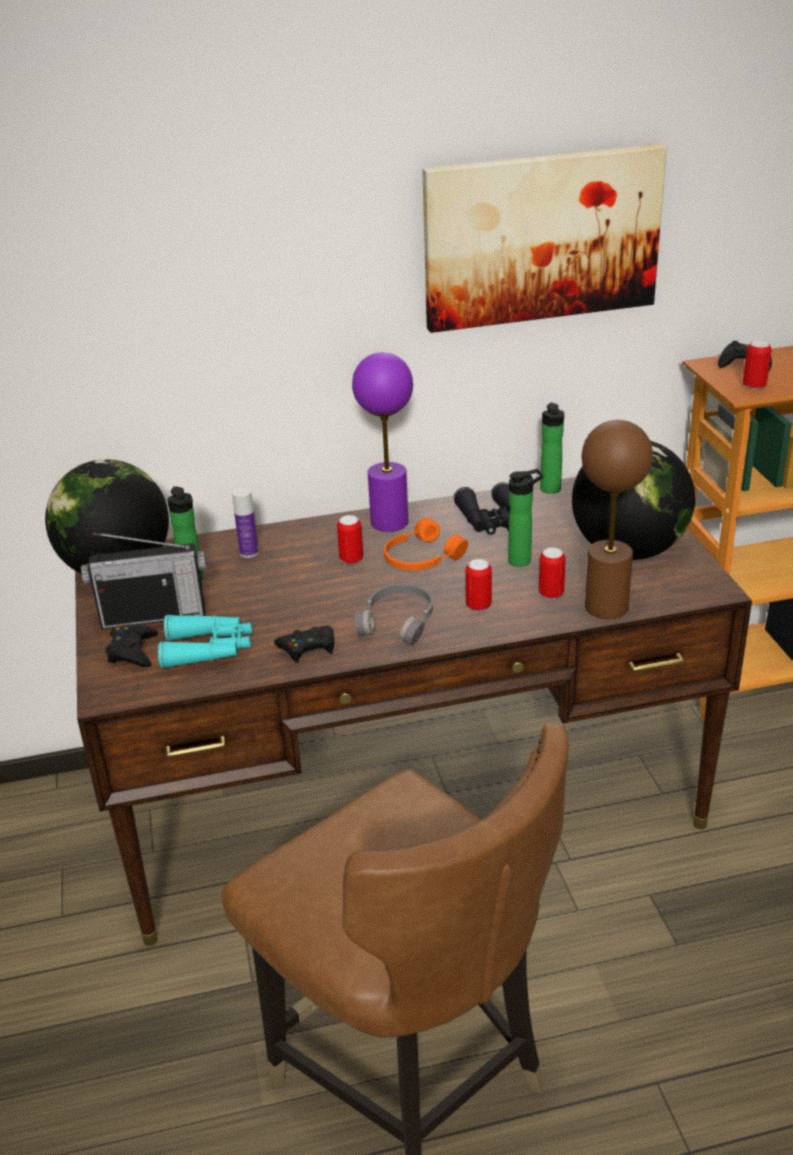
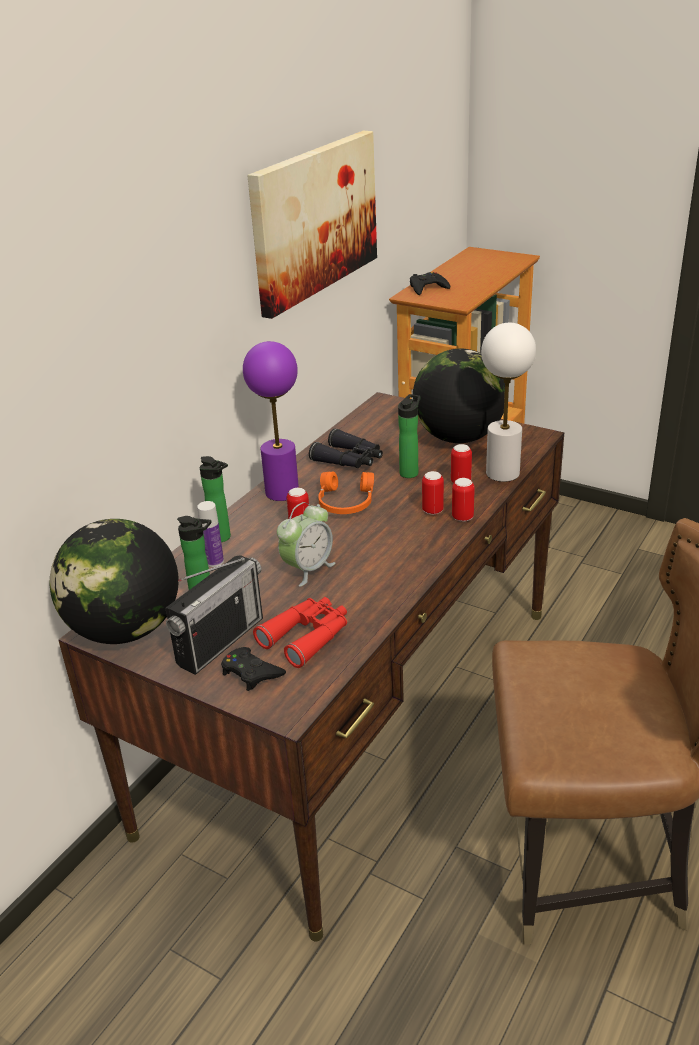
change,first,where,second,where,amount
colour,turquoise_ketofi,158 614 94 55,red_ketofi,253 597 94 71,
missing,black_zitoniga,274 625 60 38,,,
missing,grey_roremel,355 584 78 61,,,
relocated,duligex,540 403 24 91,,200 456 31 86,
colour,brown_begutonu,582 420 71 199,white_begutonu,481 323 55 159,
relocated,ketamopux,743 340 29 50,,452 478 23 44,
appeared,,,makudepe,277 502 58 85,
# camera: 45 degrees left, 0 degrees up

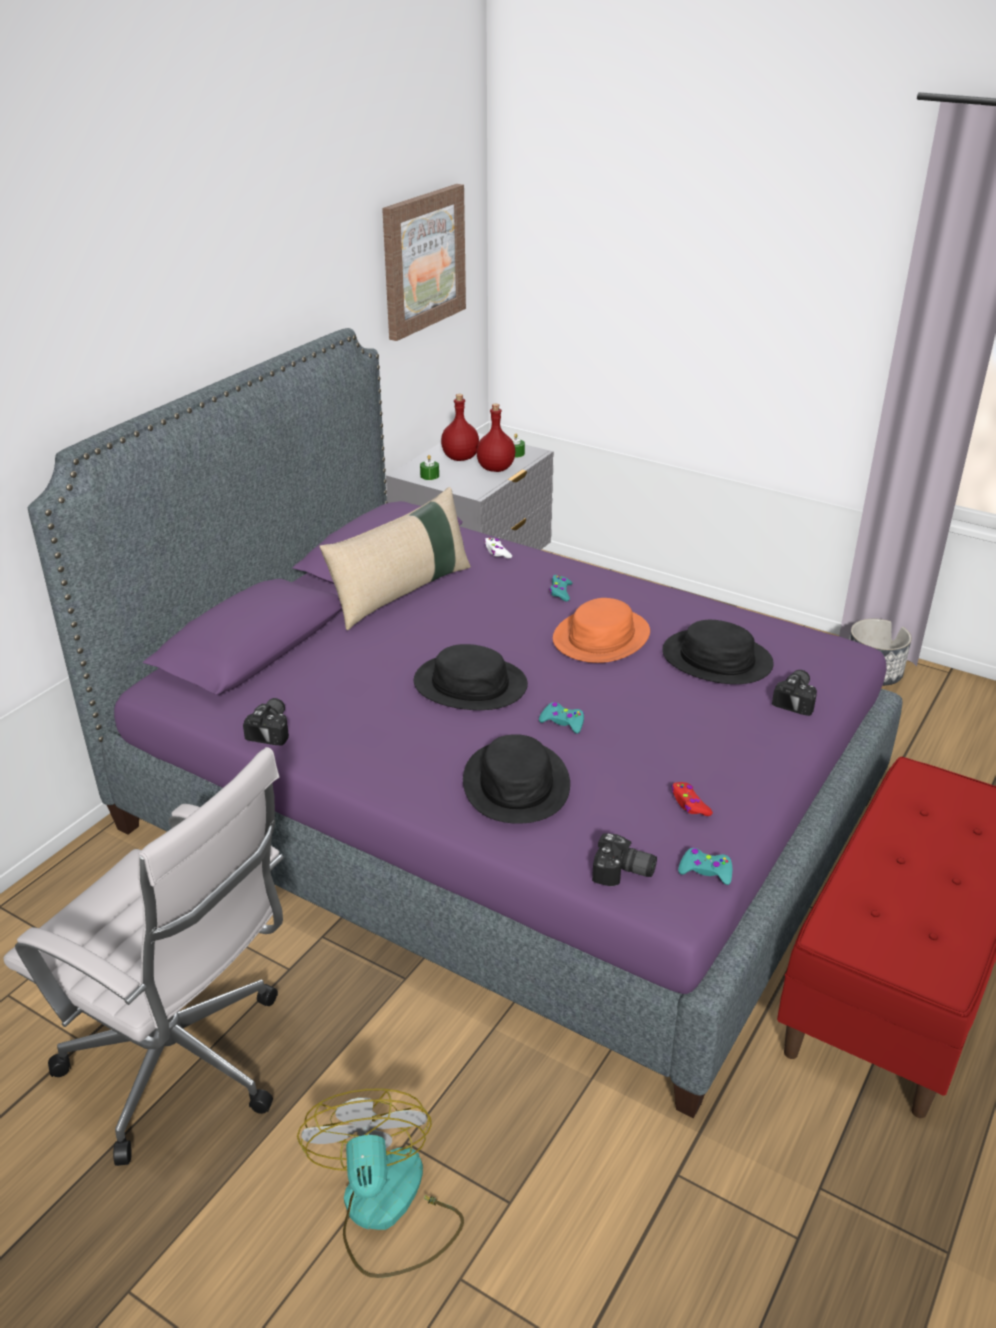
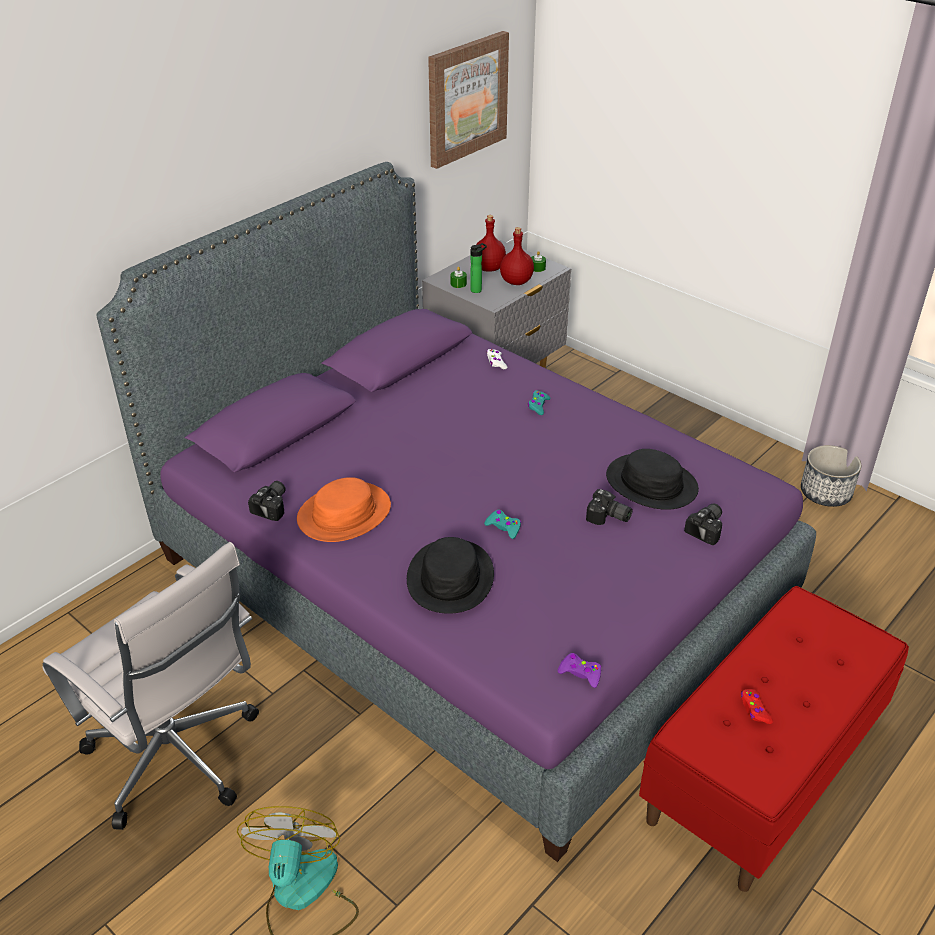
change,first,where,second,where,amount
missing,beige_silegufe,319 487 152 143,,,
missing,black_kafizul,414 644 114 66,,,
relocated,orange_kafizul,553 598 97 65,,297 477 94 65,
relocated,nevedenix,592 833 65 53,,586 489 47 36,
relocated,red_zitoniga,671 782 42 34,,741 689 32 35,
colour,turquoise_zitoniga,678 848 54 37,purple_zitoniga,558 653 43 35,
appeared,,,duligex,470 243 17 50,
# camera: 10 degrees right, 5 degrees up

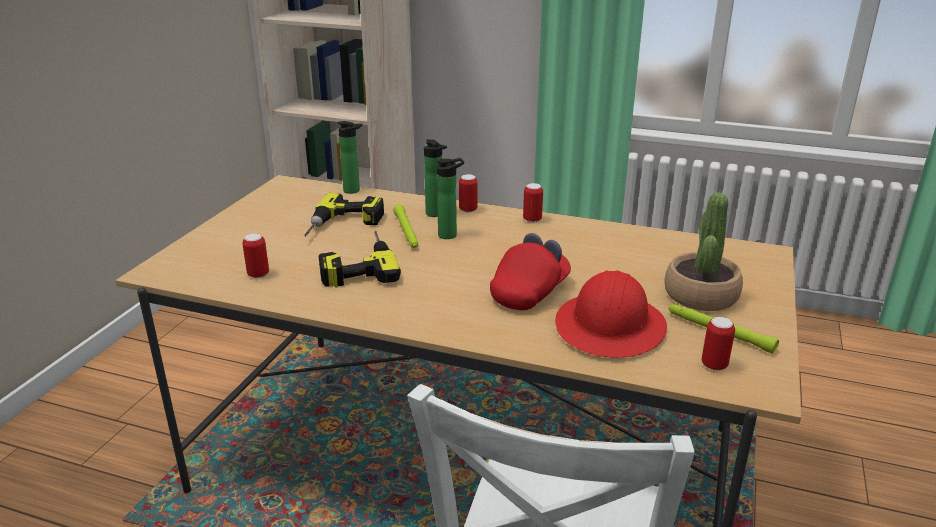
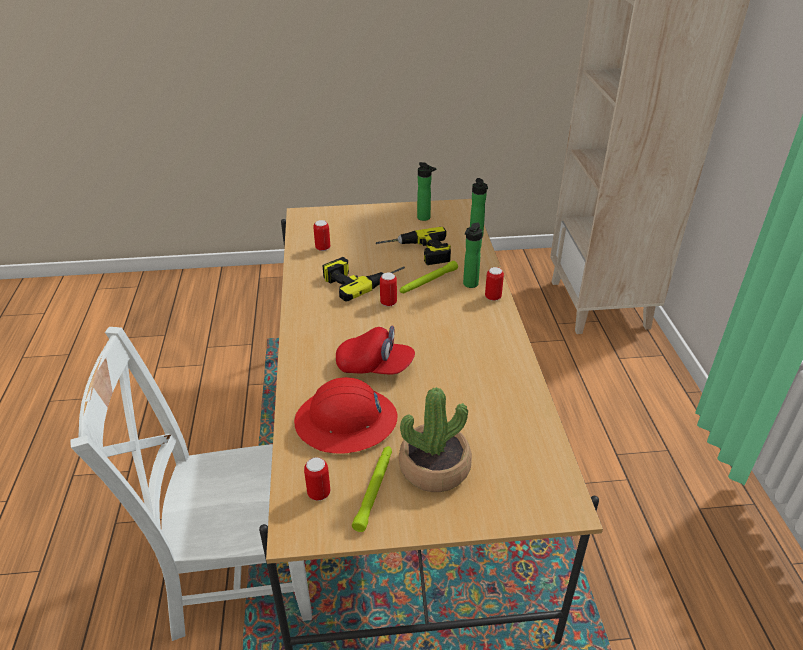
change,first,where,second,where,amount
relocated,duligex,436 158 28 81,,417 162 19 59,
relocated,ketamopux,523 183 20 40,,380 273 17 34,
# camera: 65 degrees right, 10 degrees up

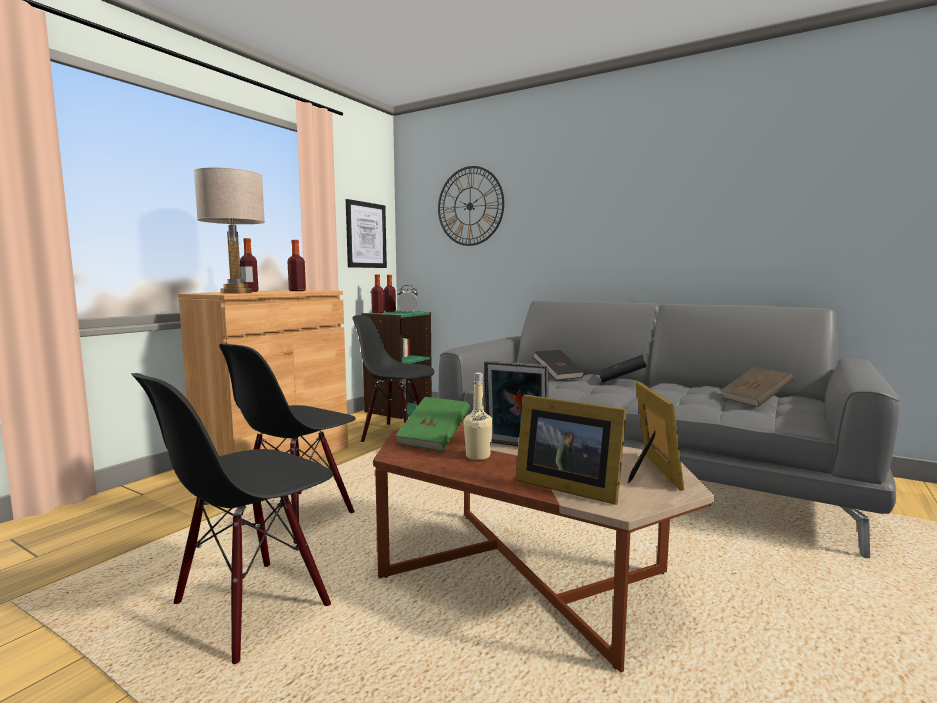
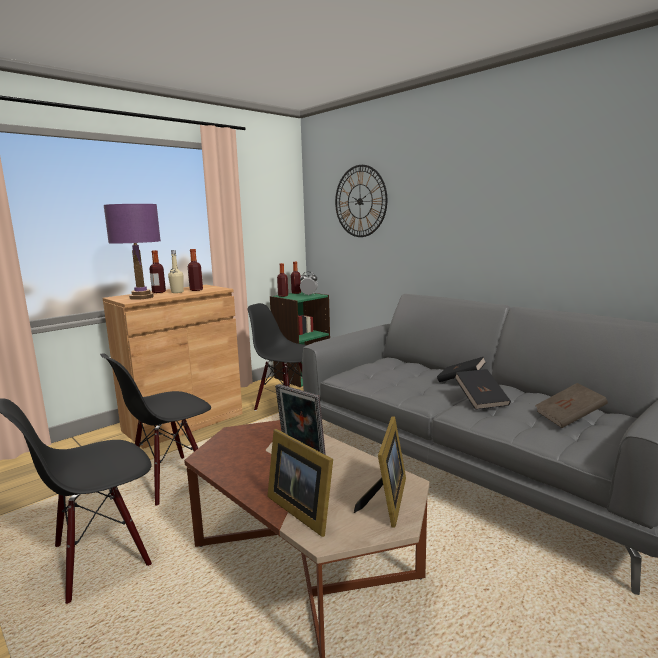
change,first,where,second,where,amount
colour,beige_begutonu,194 167 71 126,purple_begutonu,103 204 58 96,
missing,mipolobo,346 199 41 69,,,
missing,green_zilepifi,395 397 75 54,,,
relocated,beige_duligex,463 372 30 88,,168 250 16 43,
relocated,black_zilepifi,533 350 51 30,,454 369 57 41,
# camera: 15 degrees right, 5 degrees up

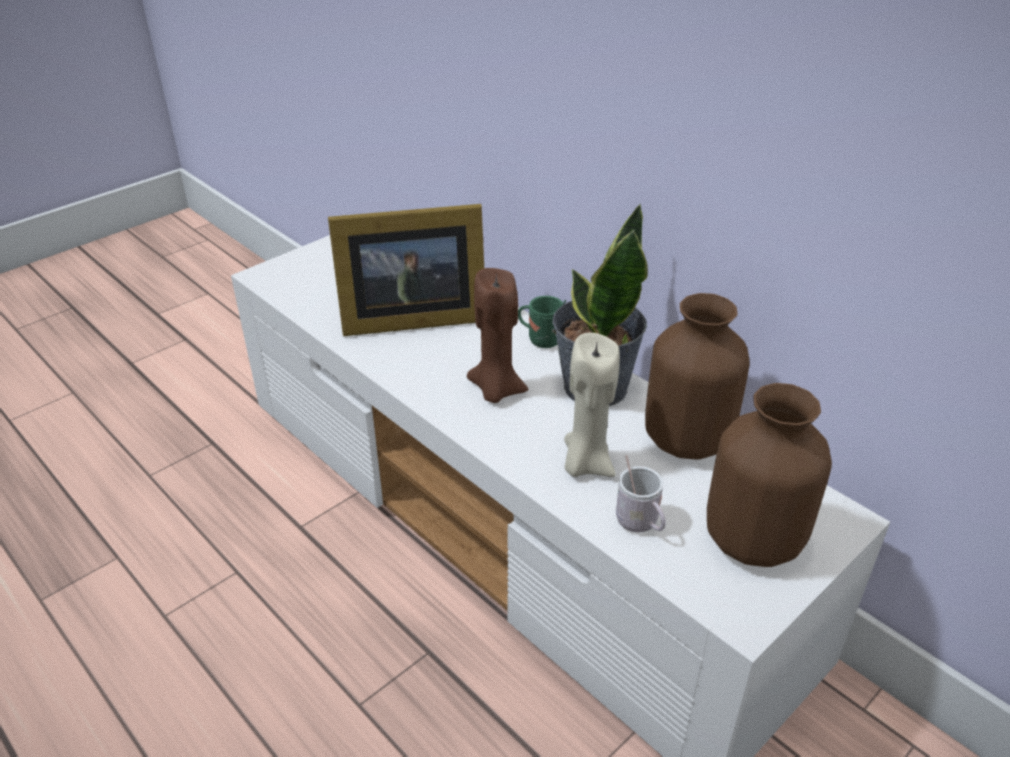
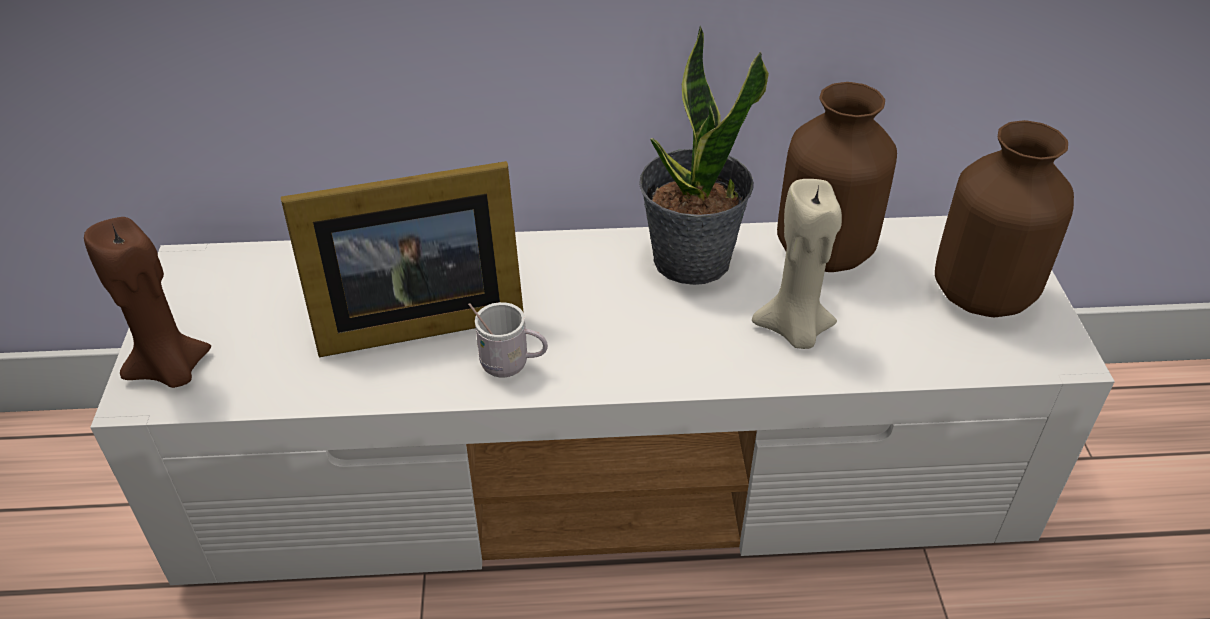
change,first,where,second,where,amount
spun,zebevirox,328 204 156 132,,281 161 243 196,45 degrees clockwise
relocated,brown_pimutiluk,467 268 61 135,,84 217 127 171,
missing,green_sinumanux,518 296 48 52,,,
relocated,white_sinumanux,616 455 50 78,,468 302 80 75,
# camera: 50 degrees left, 5 degrees up

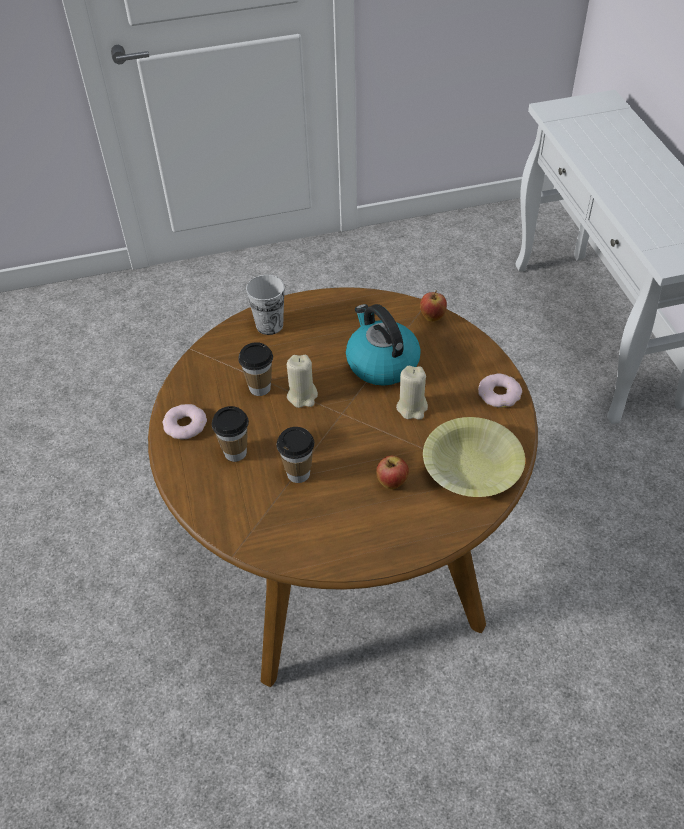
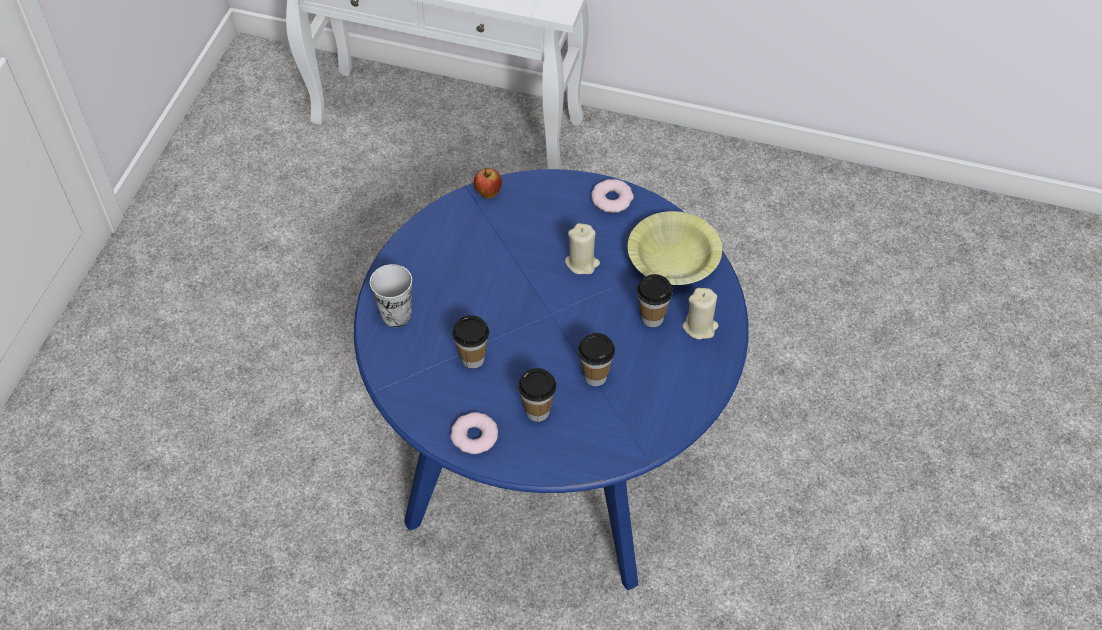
change,first,where,second,where,amount
colour,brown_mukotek,148 288 390 399,blue_mukotek,354 169 395 421,
relocated,beige_pimutiluk,287 355 31 53,,682 288 37 51,
missing,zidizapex,346 304 75 82,,,
exchanged,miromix,376 455 33 34,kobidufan,637 274 36 53,
# camera: 60 degrees left, 5 degrees up

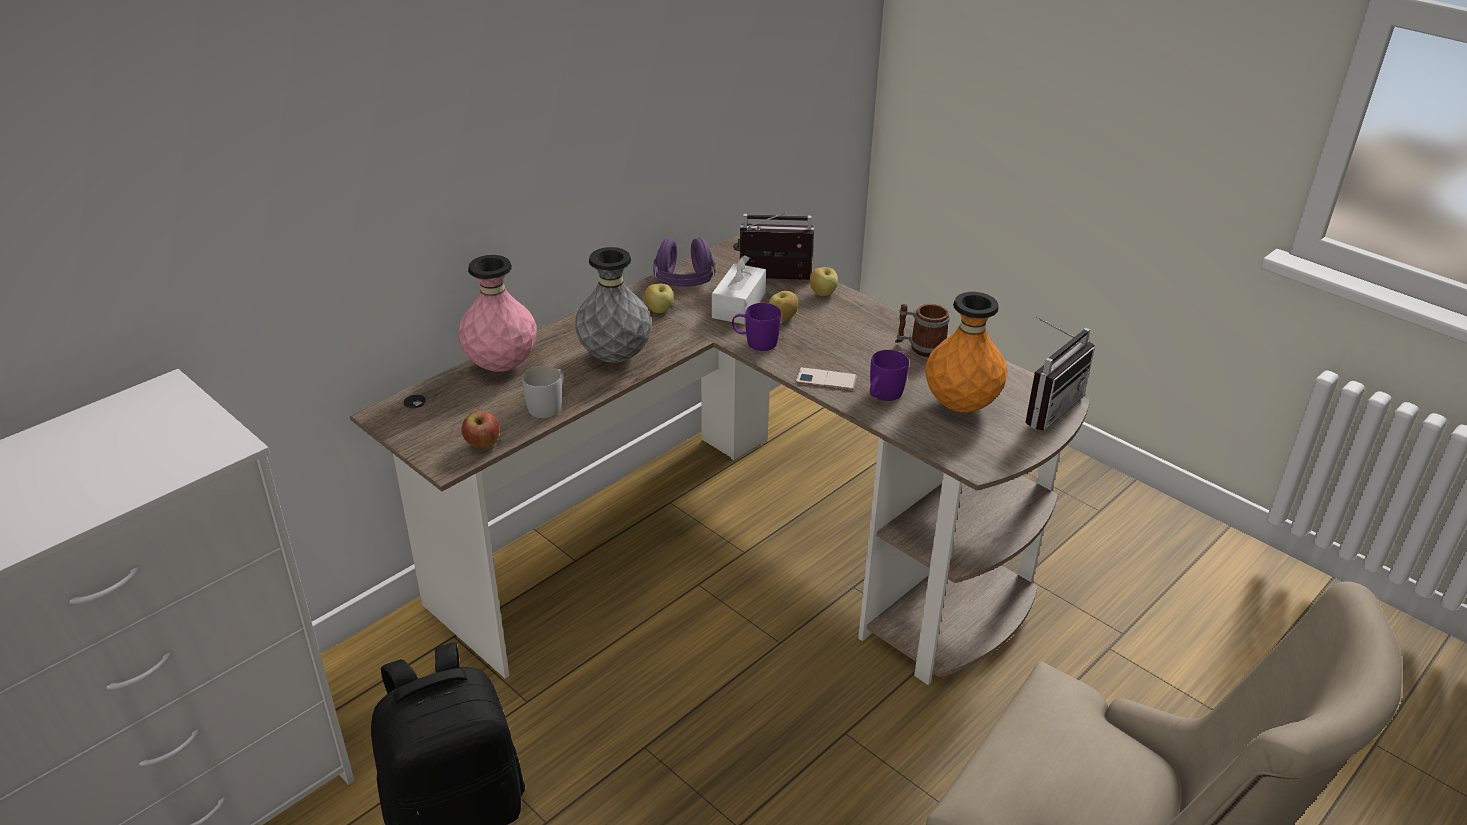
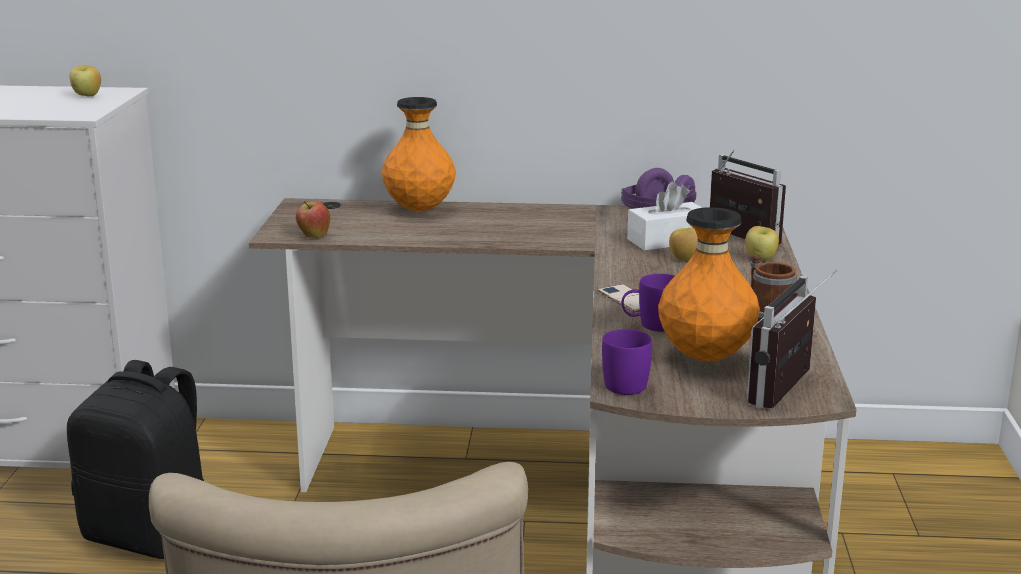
change,first,where,second,where,amount
colour,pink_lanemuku,458 255 79 117,orange_lanemuku,382 97 74 114,
missing,white_sinumanux,522 366 42 52,,,
missing,grey_lanemuku,575 247 77 116,,,
relocated,miromix,645 283 29 30,,69 65 32 32,
relocated,purple_sinumanux,732 303 49 48,,602 329 50 66,
spun,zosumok,1025 317 70 114,,747 269 91 139,120 degrees clockwise
# camera: 50 degrees right, 15 degrees down

